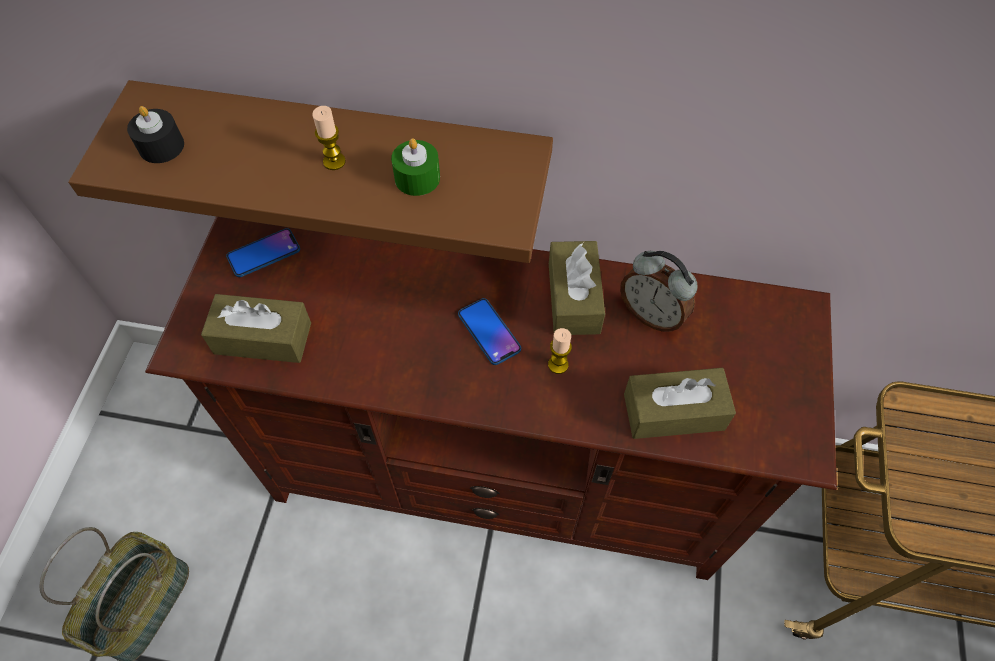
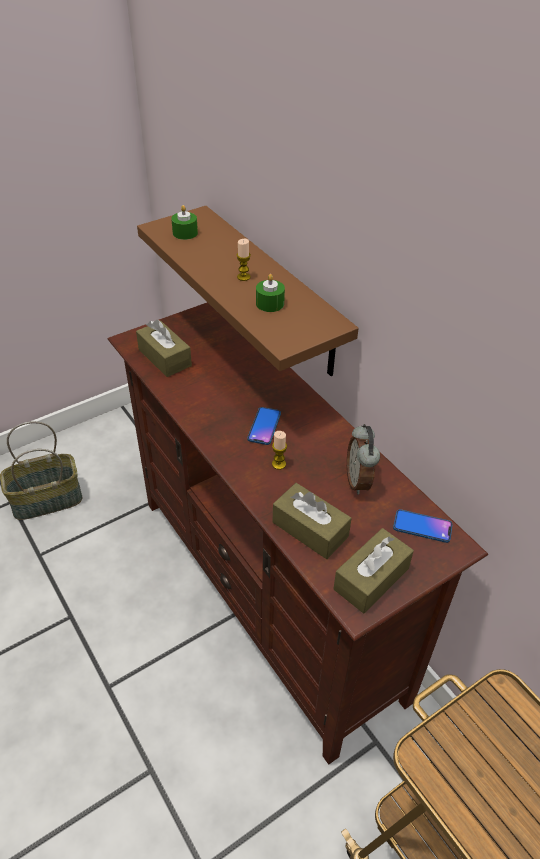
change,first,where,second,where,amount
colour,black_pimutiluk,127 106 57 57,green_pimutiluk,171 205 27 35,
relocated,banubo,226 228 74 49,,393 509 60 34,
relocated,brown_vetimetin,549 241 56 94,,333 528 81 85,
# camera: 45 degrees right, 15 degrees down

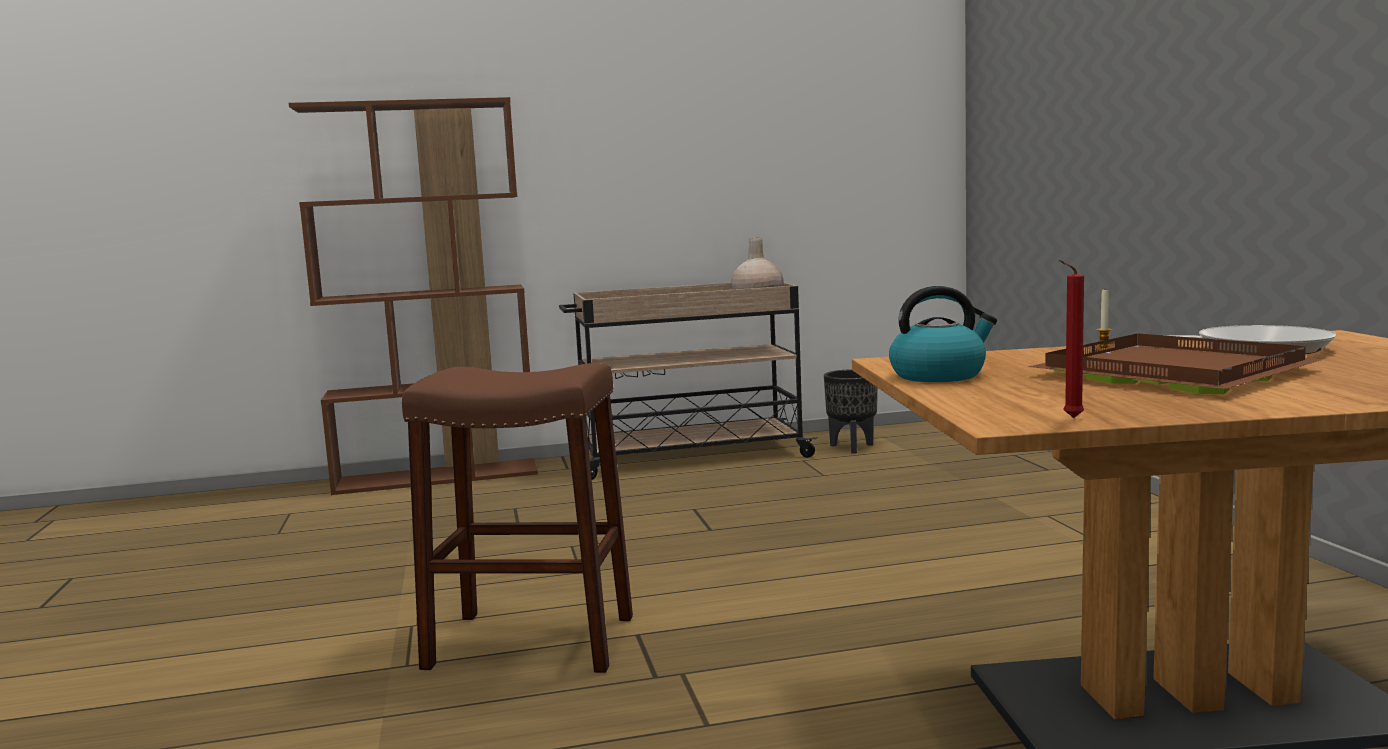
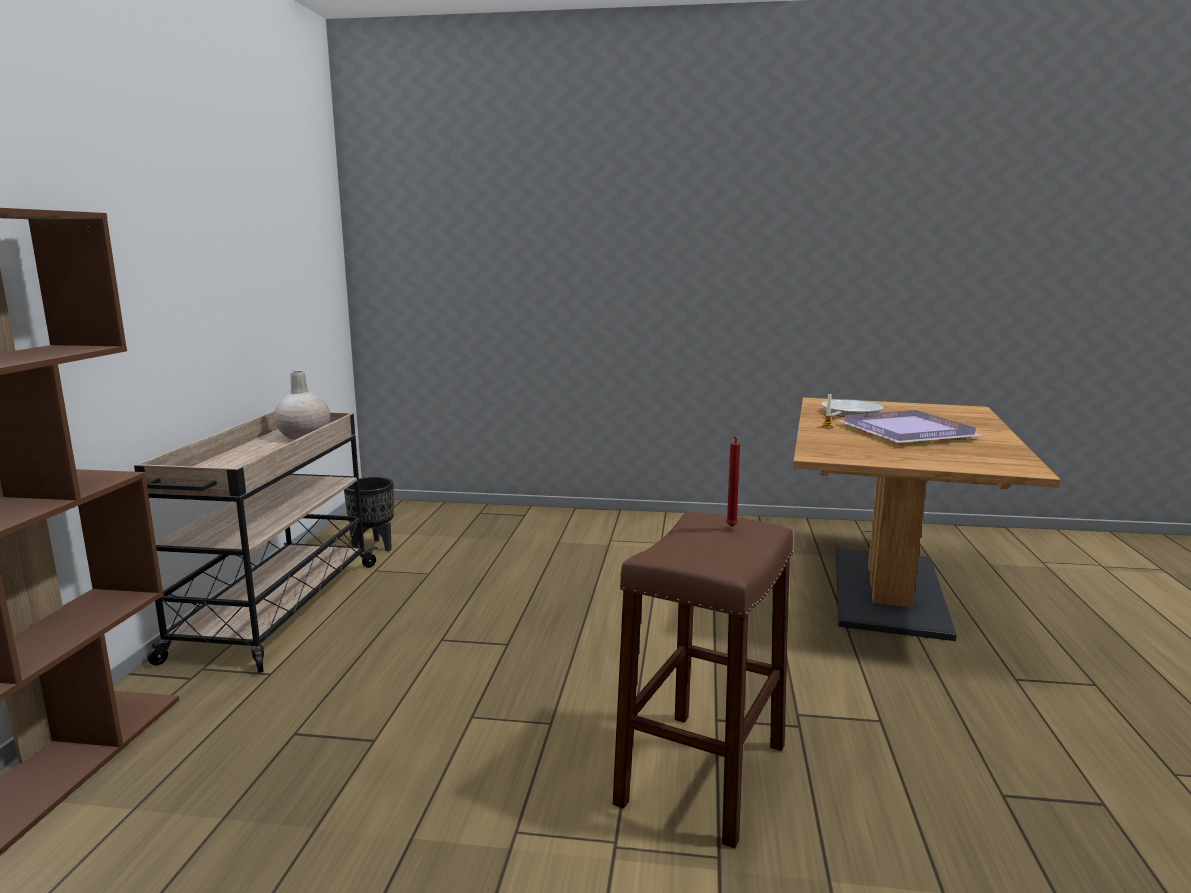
change,first,where,second,where,amount
missing,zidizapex,889 286 108 96,,,
colour,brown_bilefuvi,1028 333 296 61,purple_bilefuvi,838 410 146 33,
relocated,red_pimutiluk,1059 260 25 158,,726 436 14 91,
# camera: 70 degrees left, 5 degrees up

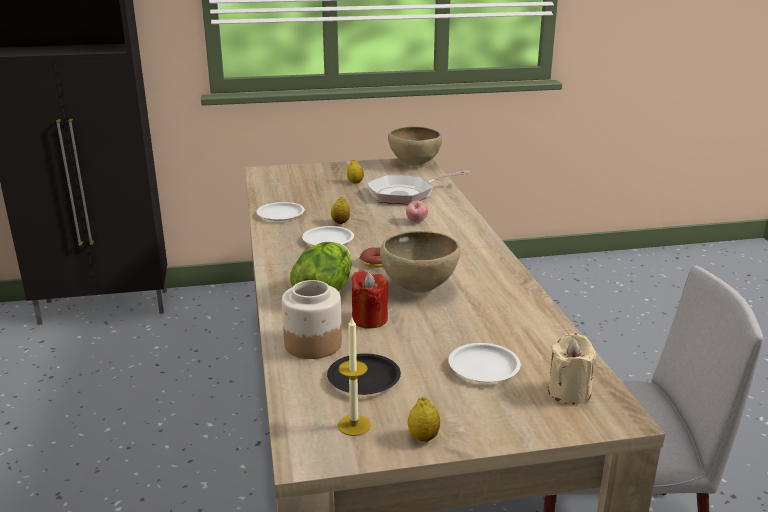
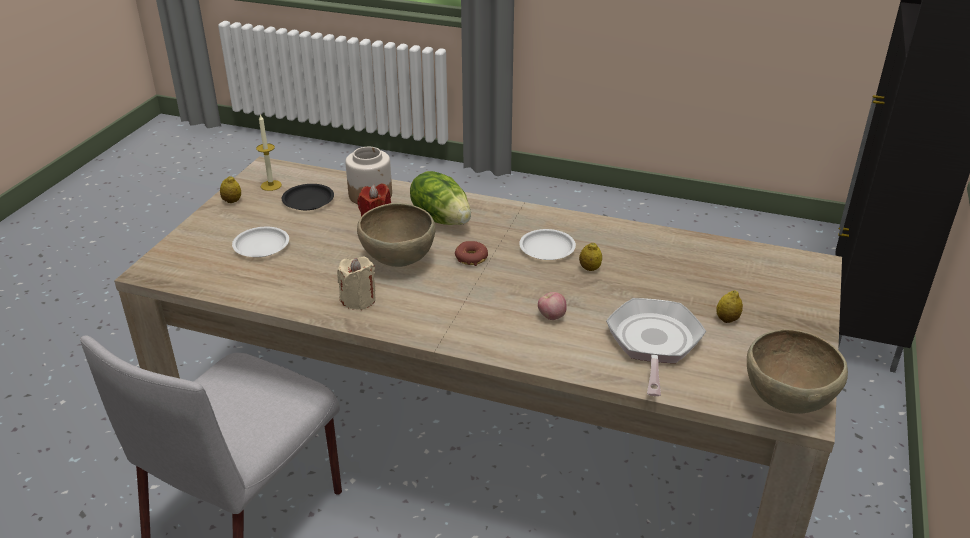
change,first,where,second,where,amount
missing,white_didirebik,257 202 48 19,,,
relocated,beige_pimutiluk,548 333 48 71,,337 257 39 53,
# camera: 120 degrees right, 10 degrees up

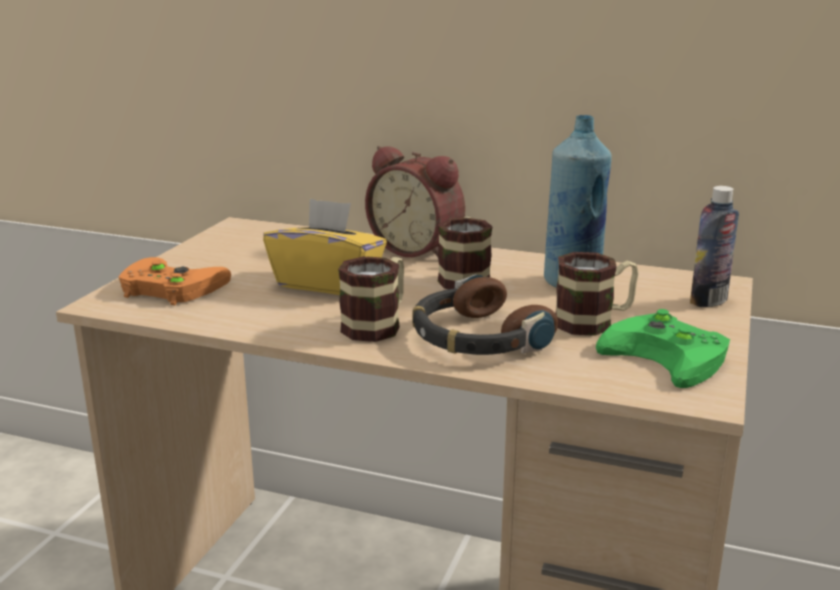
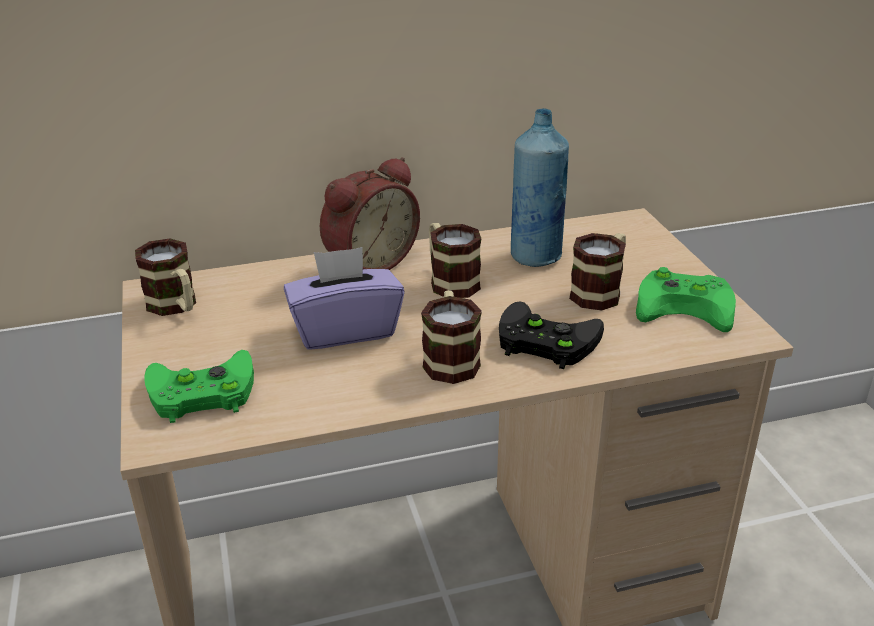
change,first,where,second,where,amount
colour,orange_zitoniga,119 257 112 48,green_zitoniga,144 350 110 73,
colour,yellow_vetimetin,263 198 124 97,purple_vetimetin,284 247 121 103,
spun,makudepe,365 146 100 111,,320 157 100 113,45 degrees counterclockwise
exchanged,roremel,412 274 146 81,black_zitoniga,499 301 105 68,
missing,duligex,690 186 49 121,,,
appeared,,,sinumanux,135 239 61 77,
# camera: 35 degrees left, 10 degrees up

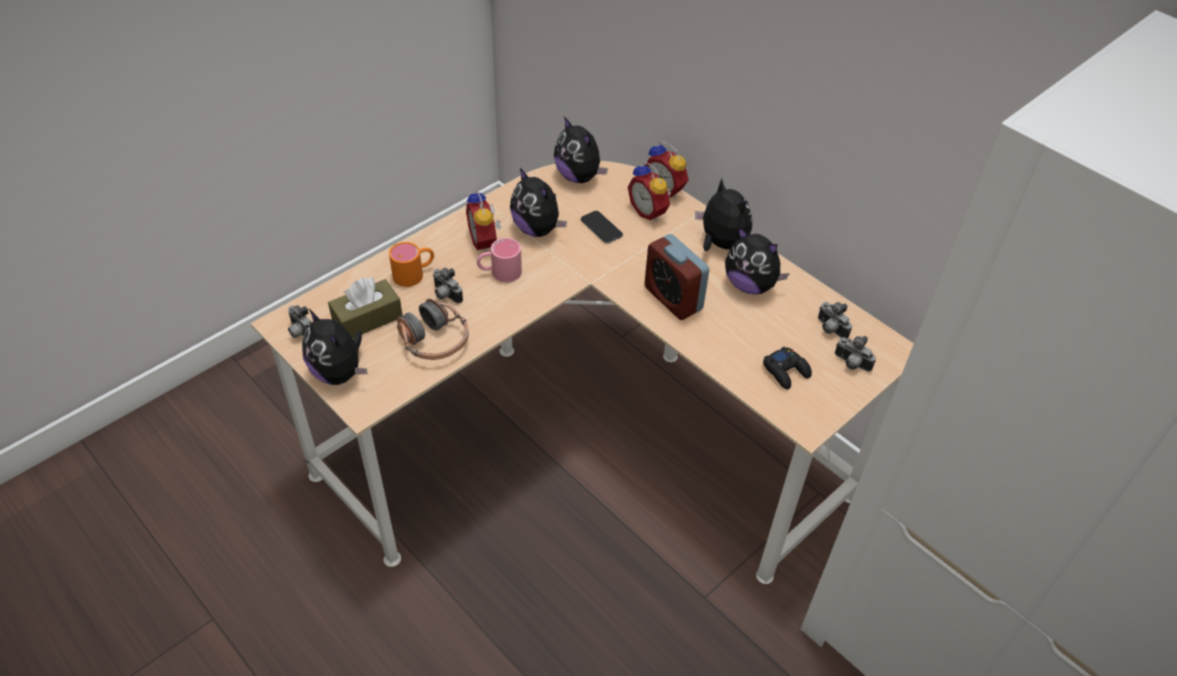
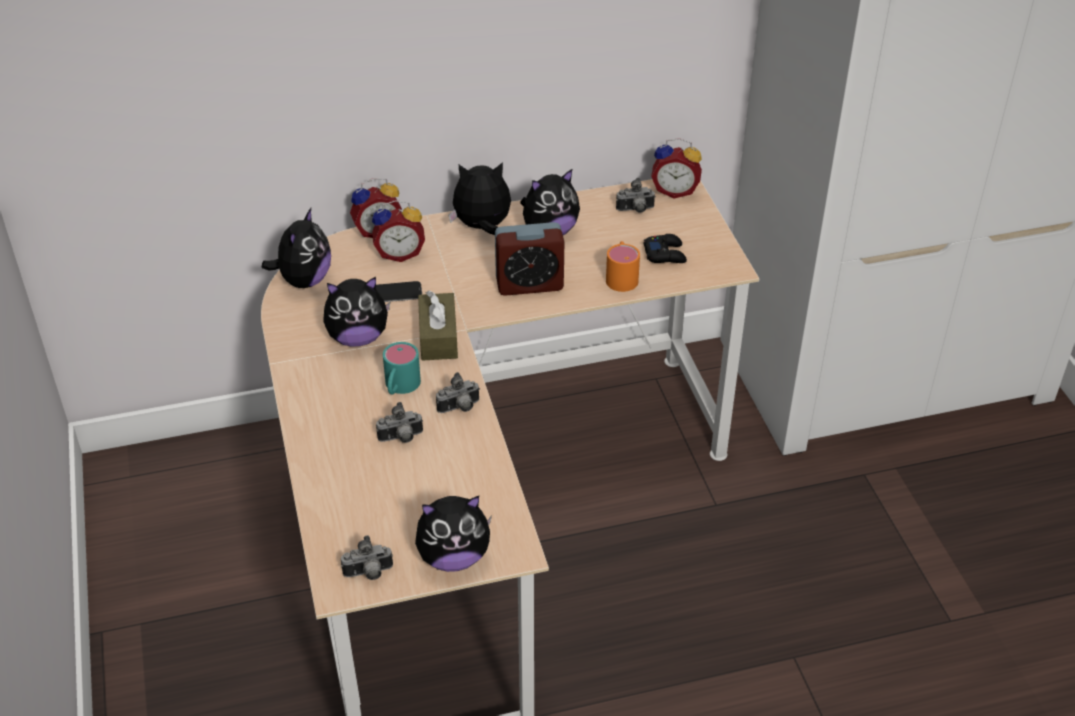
change,first,where,second,where,amount
relocated,brown_vetimetin,328 277 75 61,,418 291 40 70,
relocated,orange_sinumanux,389 242 45 45,,606 241 34 51,
missing,roremel,397 299 72 61,,,
relocated,makudepe,466 189 36 63,,651 138 51 60,
colour,pink_sinumanux,477 238 45 44,turquoise_sinumanux,383 342 38 53,
spun,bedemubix,554 116 54 67,,262 208 69 80,60 degrees counterclockwise
relocated,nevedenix,835 336 41 36,,436 372 44 41,
# camera: 60 degrees left, 5 degrees down

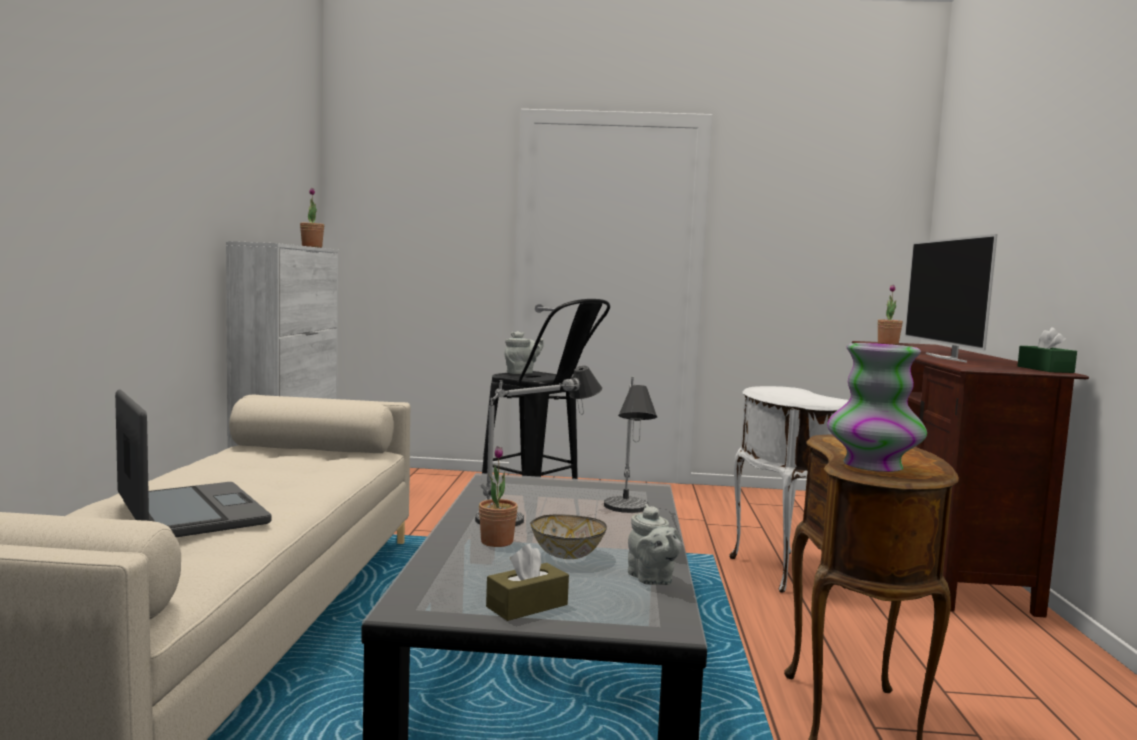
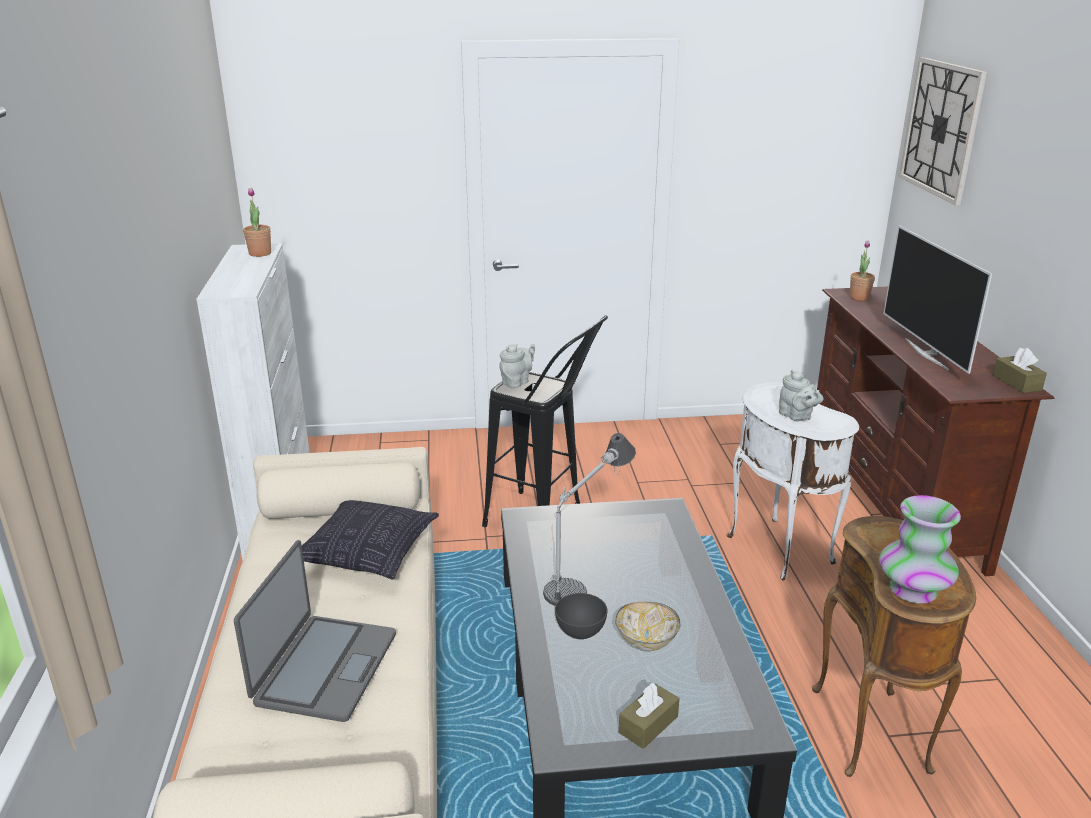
change,first,where,second,where,amount
spun,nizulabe,115 389 157 148,,234 540 162 182,60 degrees clockwise
exchanged,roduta,479 446 39 101,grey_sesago,555 593 52 46,
missing,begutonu,604 376 53 137,,,
relocated,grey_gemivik,628 504 54 81,,779 370 44 51,
colour,green_vetimetin,1018 327 59 46,brown_vetimetin,993 348 54 45,
appeared,,,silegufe,302 500 137 79,
appeared,,,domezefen,899 57 88 148,
# camera: 10 degrees left, 20 degrees up

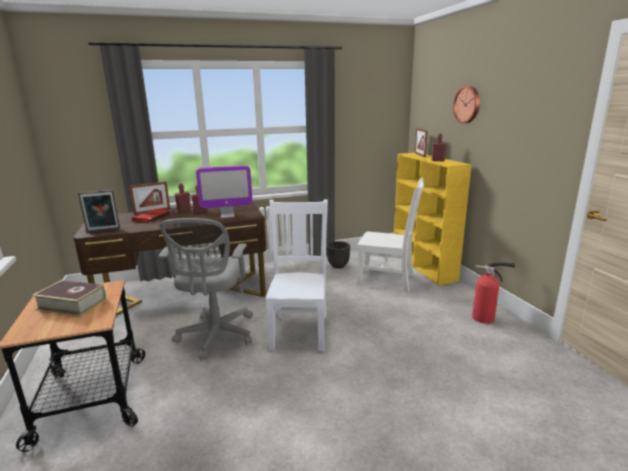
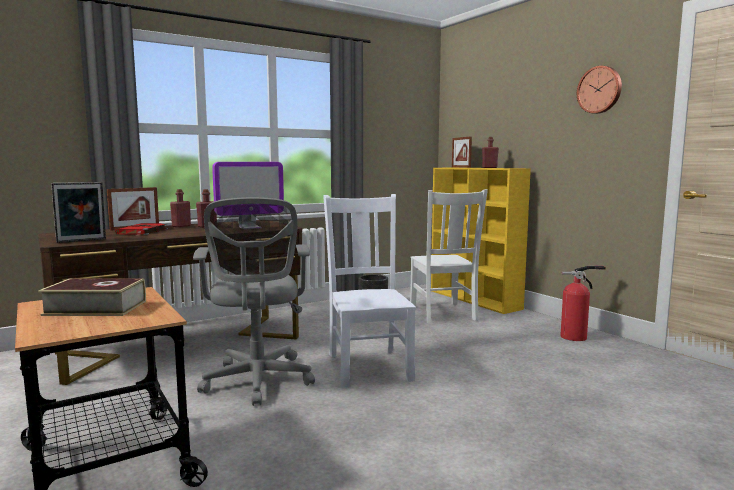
change,first,where,second,where,amount
spun,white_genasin,357 178 67 114,,410 189 78 135,75 degrees clockwise
relocated,domezefen,453 86 27 37,,577 66 45 48,
# camera: 15 degrees left, 10 degrees down

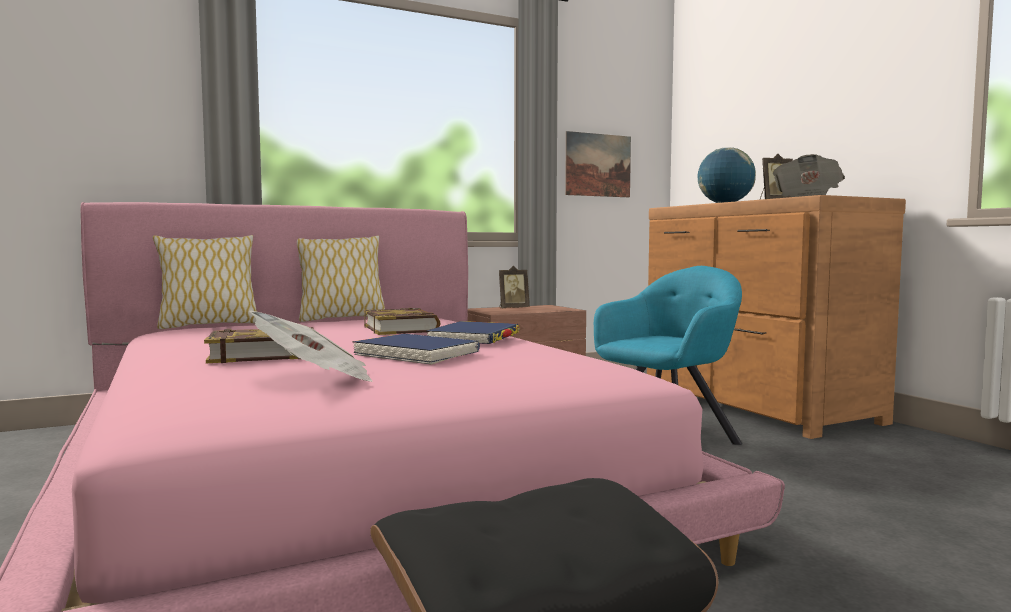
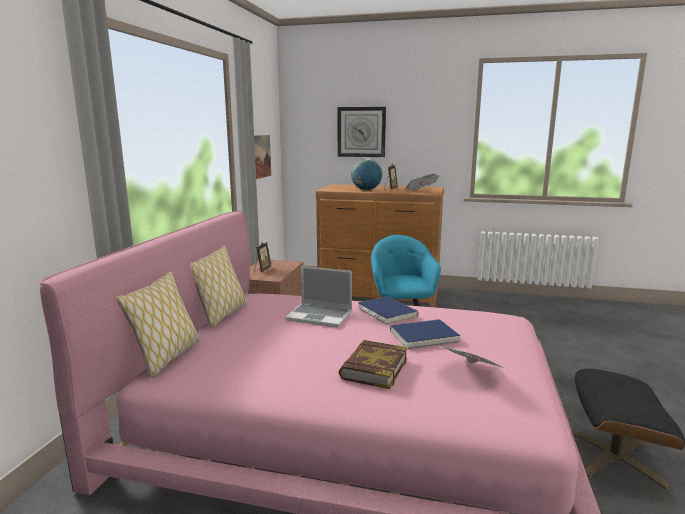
change,first,where,second,where,amount
exchanged,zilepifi,364 308 77 27,nizulabe,285 266 67 61,
appeared,,,domezefen,338 107 48 50,
# camera: 50 degrees left, 10 degrees up

